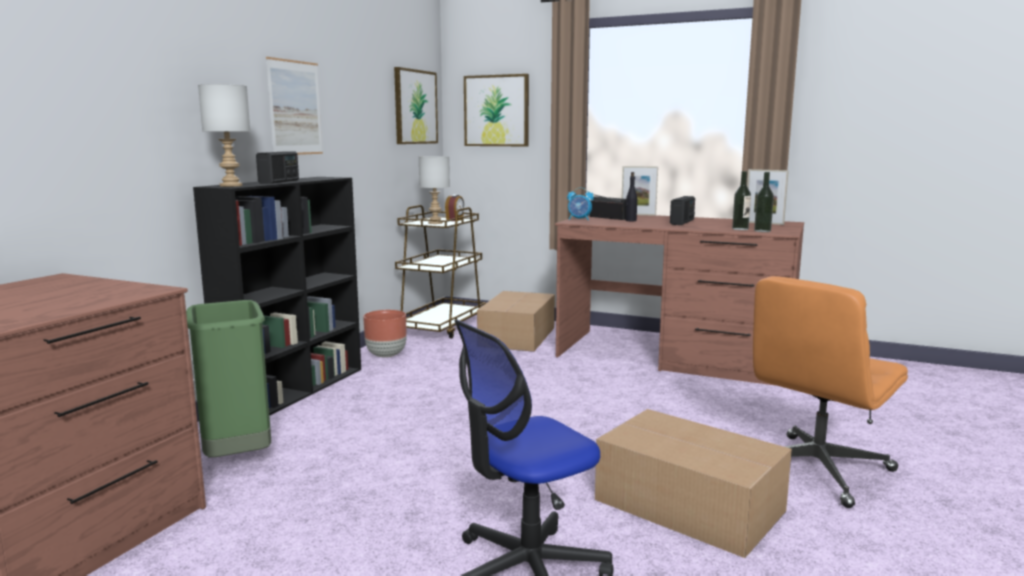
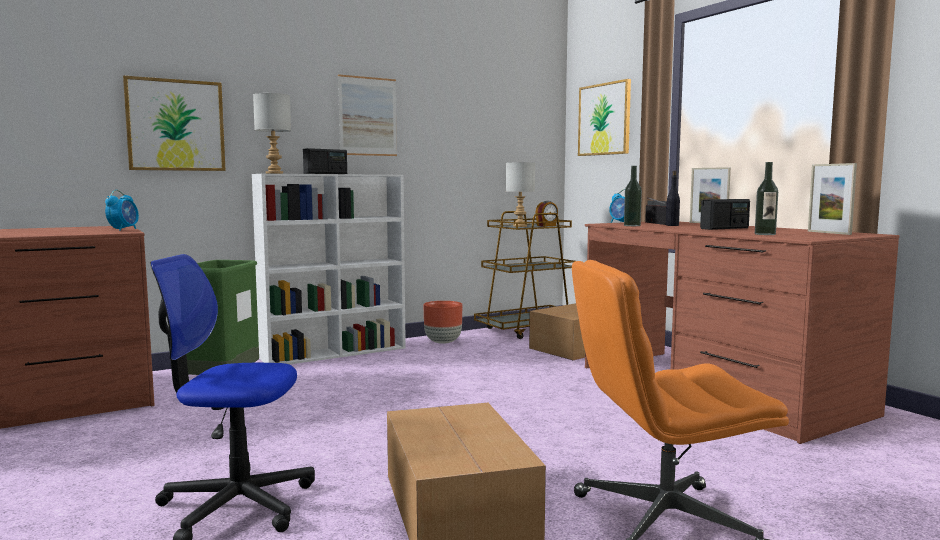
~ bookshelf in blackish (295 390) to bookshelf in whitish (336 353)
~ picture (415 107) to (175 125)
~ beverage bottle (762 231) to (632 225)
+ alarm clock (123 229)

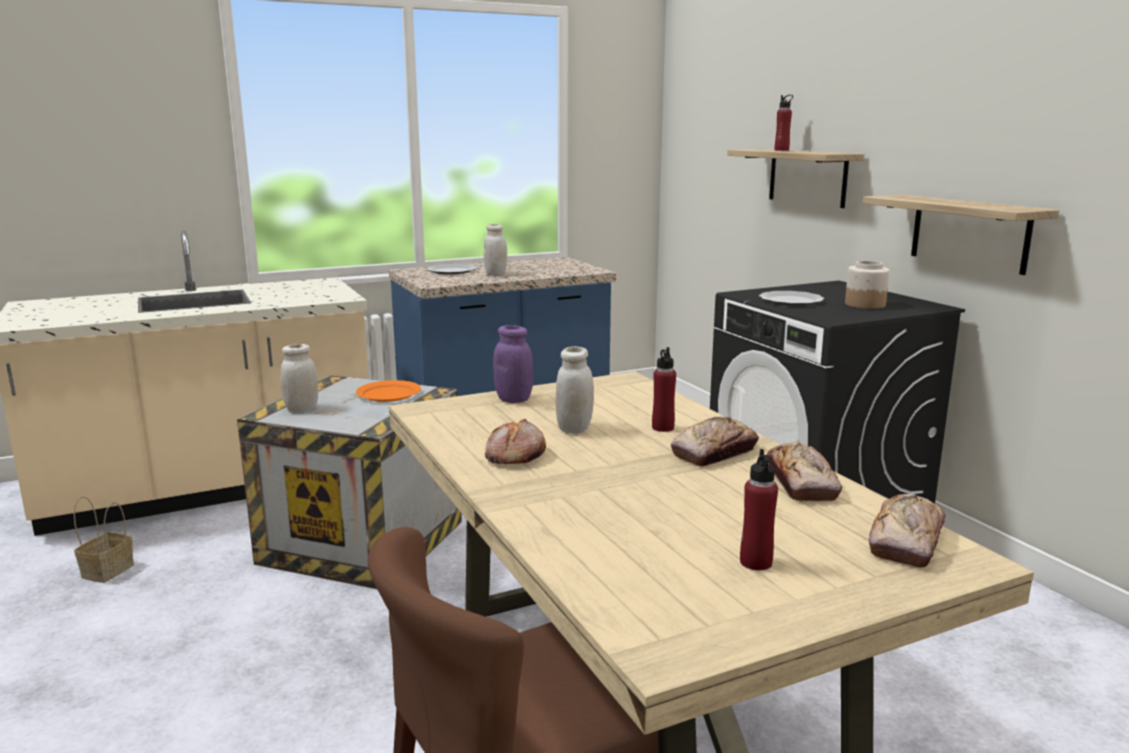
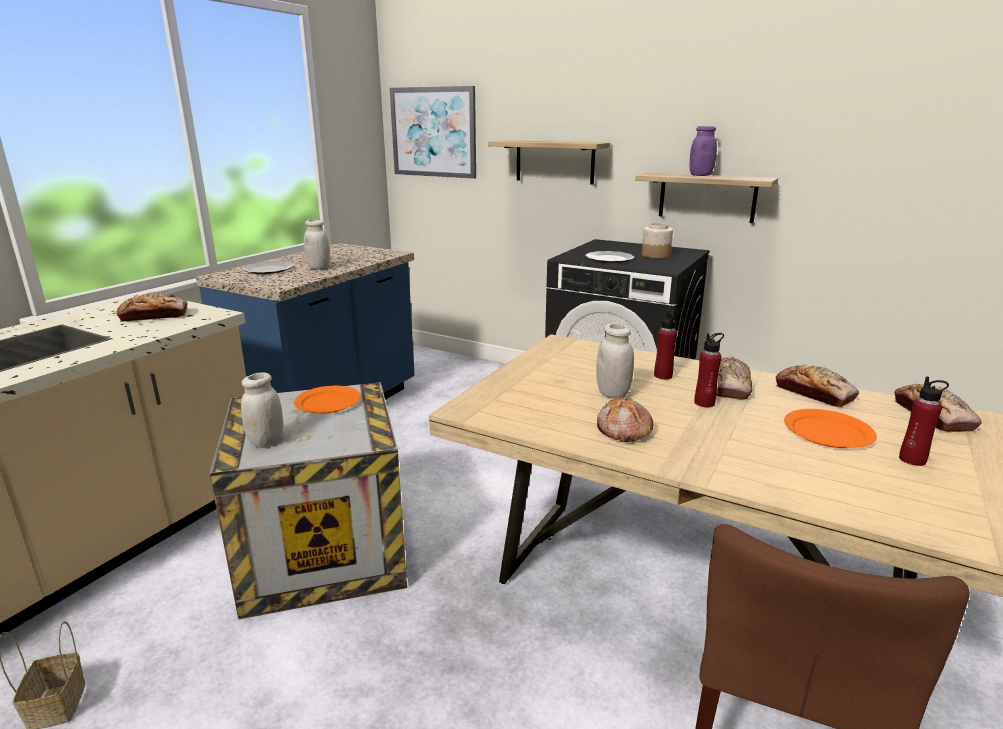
~ preserve jar in purple (513 399) to (700 175)
~ beverage bottle in red (781 150) to (704 403)
+ baked bread (154 316)
+ picture (433 132)
+ plate in orangey (828 432)

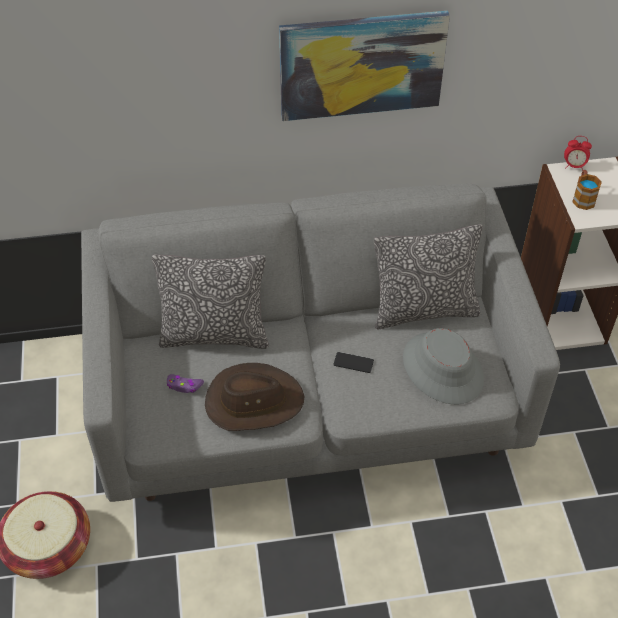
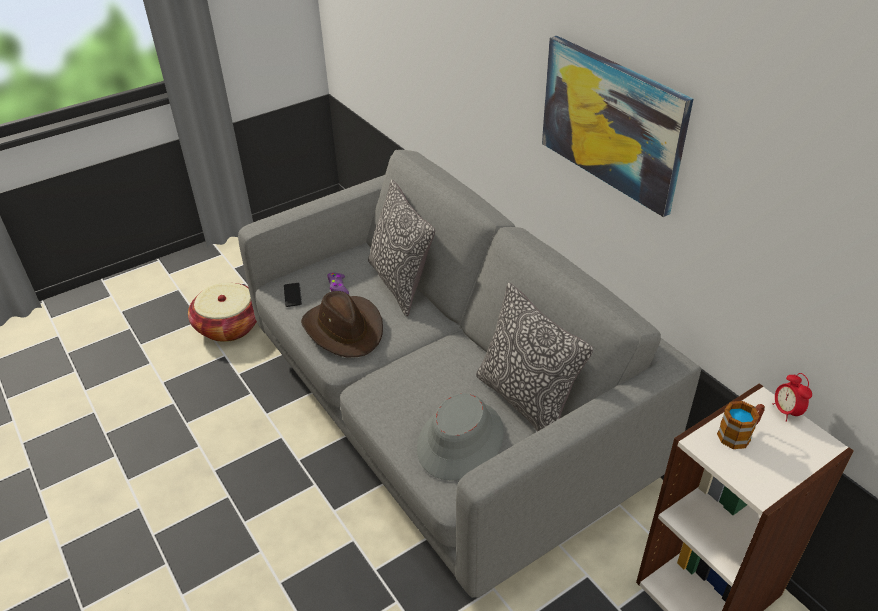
~ phone (353 363) to (292 295)

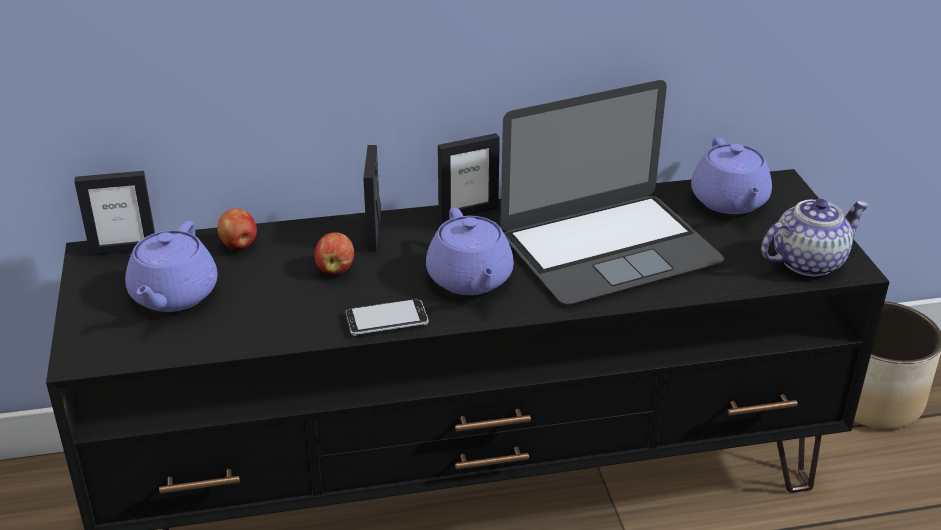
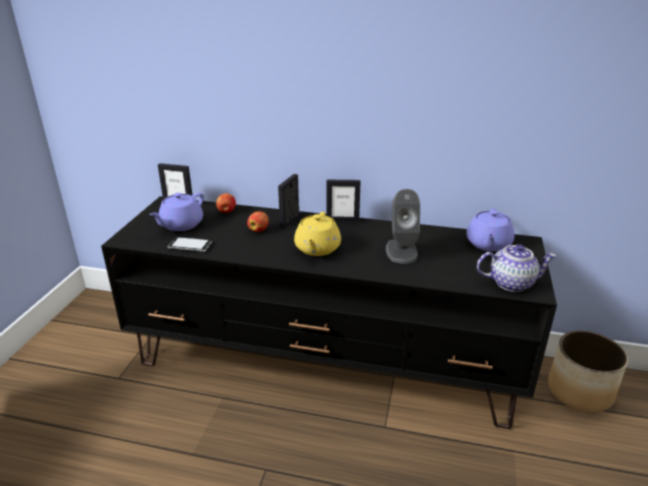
~ phone (386 320) to (190 246)
~ teapot in purple (470 279) to teapot in yellow (317 249)
~ notebook computer (609 248) to speaker in greyish (401 251)

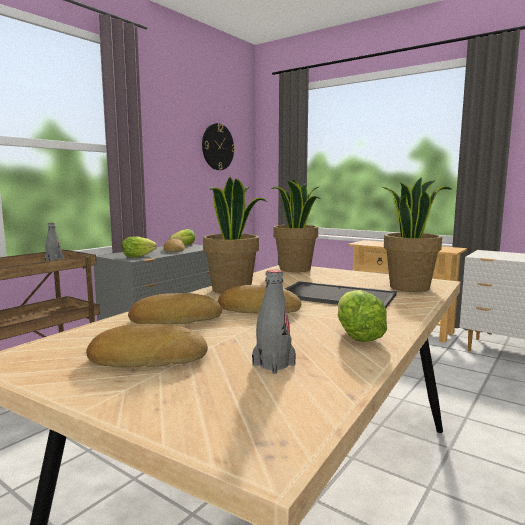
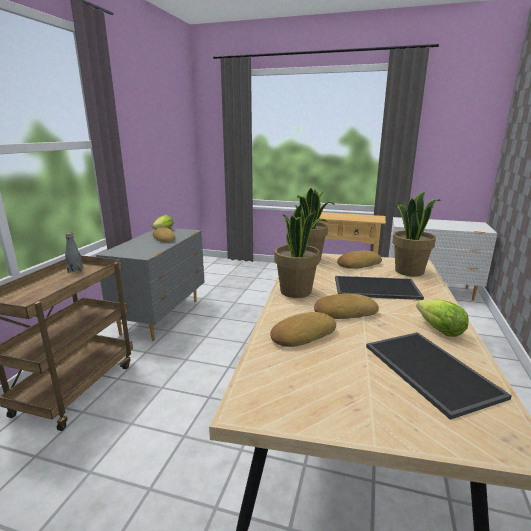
~ baked bread (147 357) to (358 264)
- lettuce head (137 256)
- clock on the wall (217 147)
~ beverage bottle in greyish (273 365) to tray (428 370)

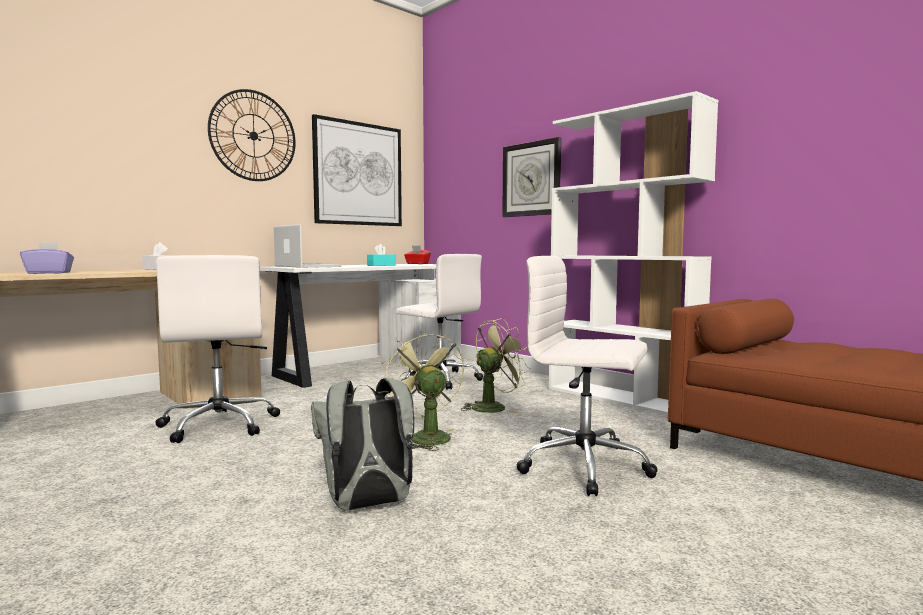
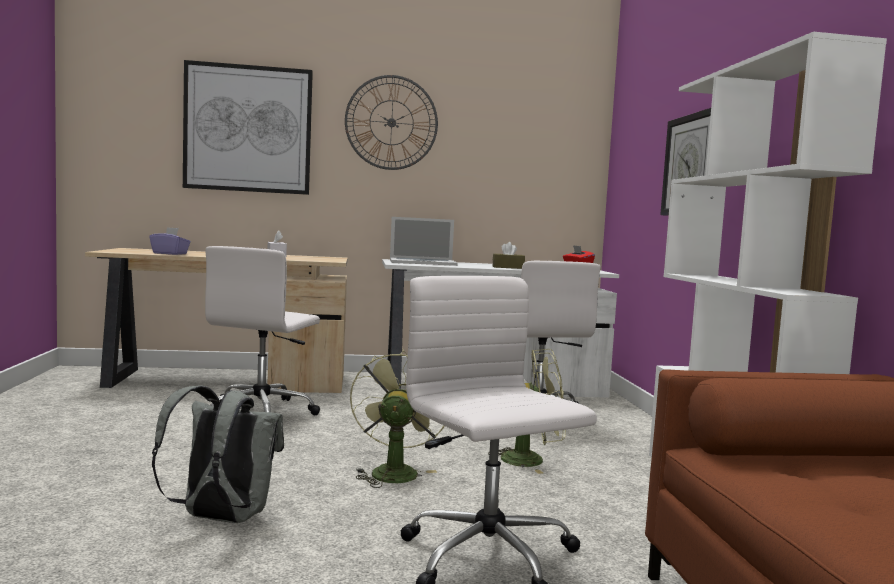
~ notebook computer (306 266) = (422 262) 90 degrees clockwise
~ picture (358 174) to (248 129)
~ tissue box in blue-green (381 265) to tissue box in brown (508 267)

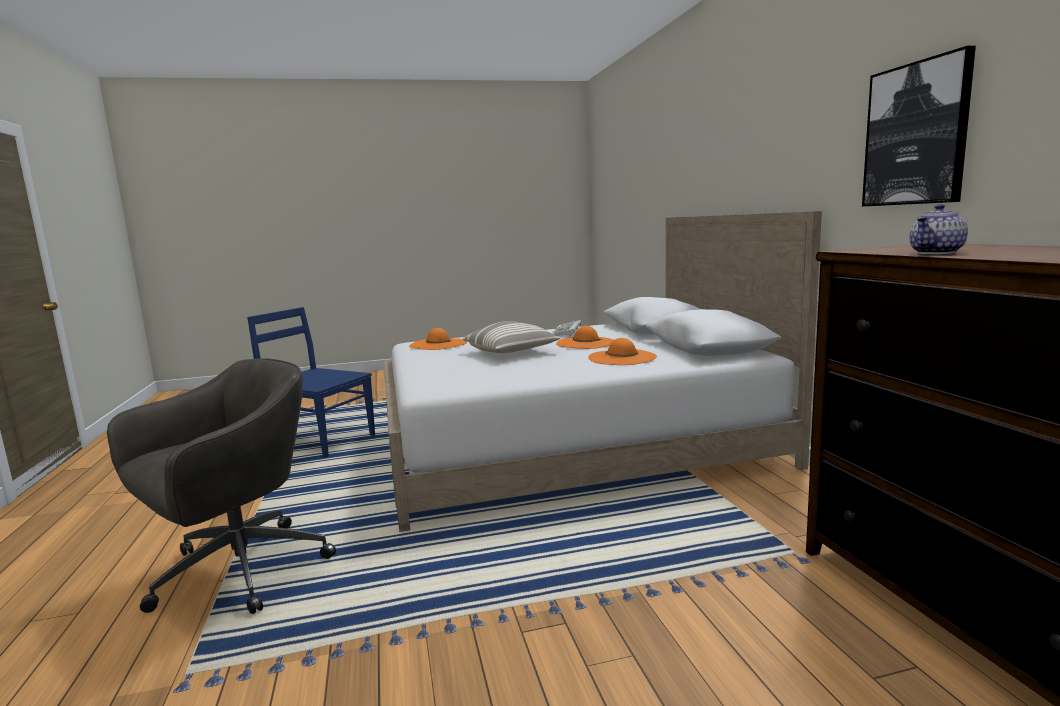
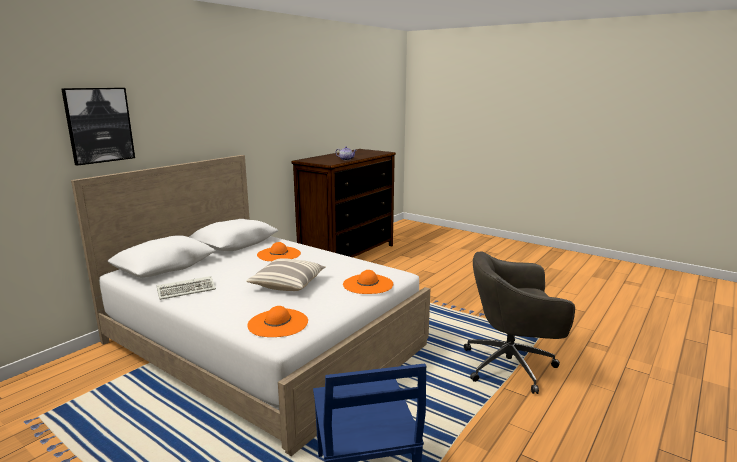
~ wearable hat in orangey (586 343) to (368 284)
~ picture (916 134) to (99 125)

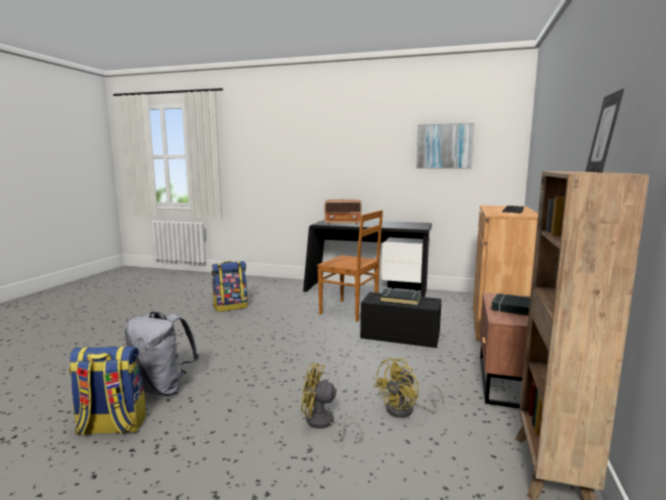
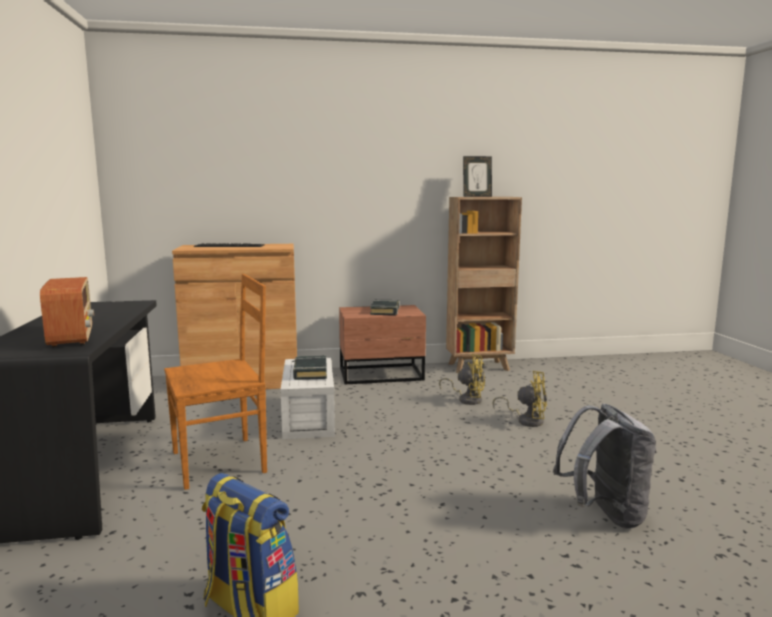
- knapsack (111 427)
~ cooling fan in yellow (323 424) = (526 420) 60 degrees counterclockwise
~ plain chair in brown (350 311) = (222 461) 60 degrees clockwise
~ storage container in blackish (399 336) to storage container in whitish (310 418)
- picture (444 146)

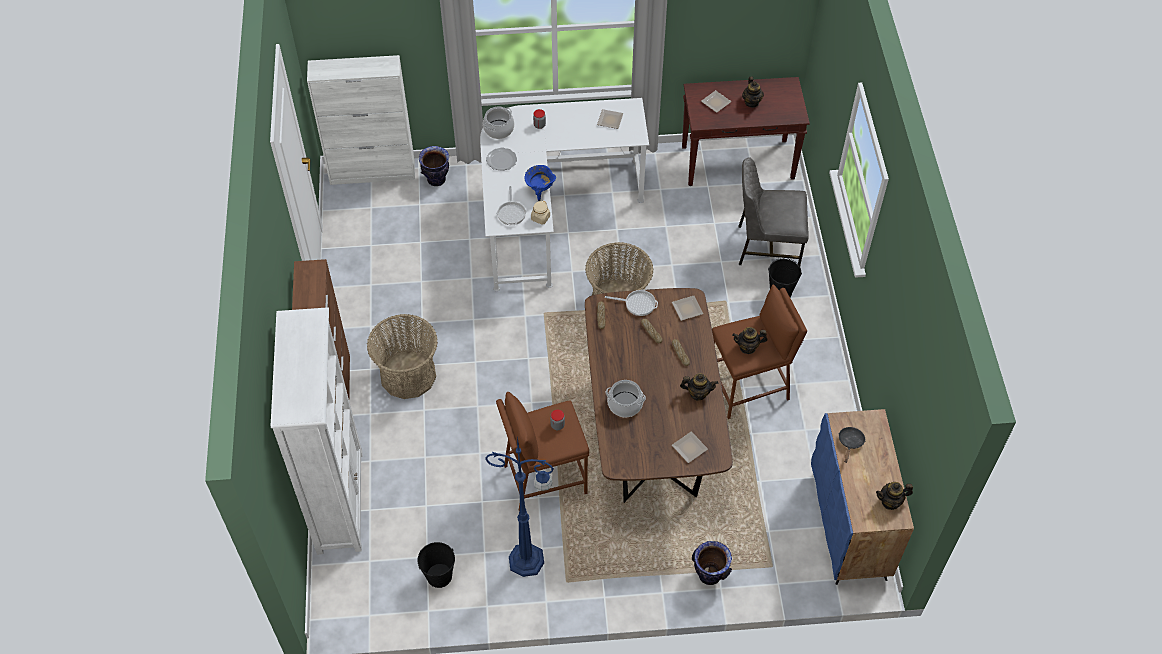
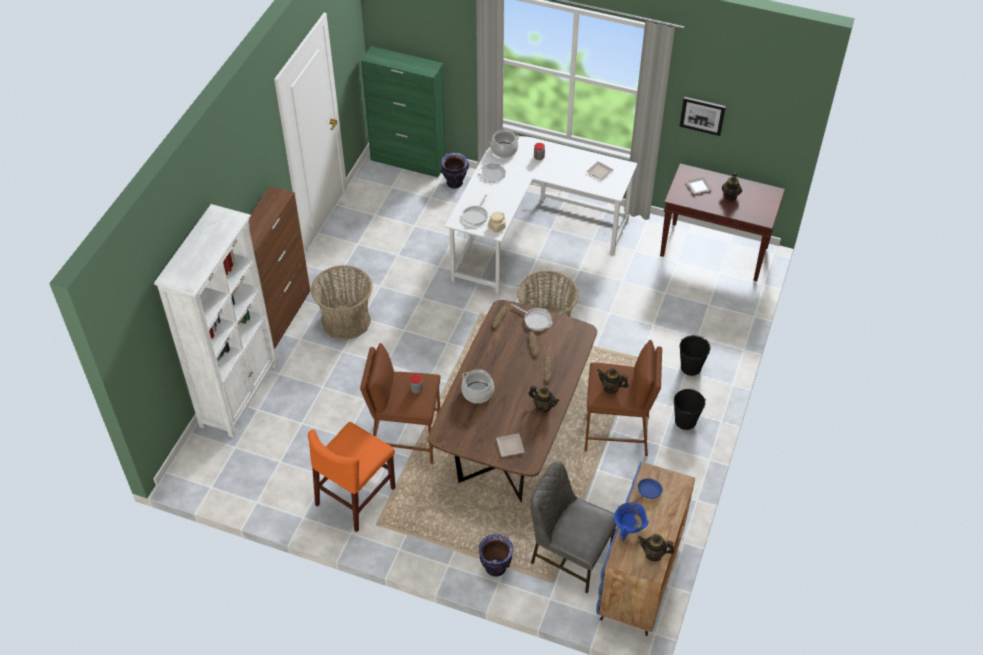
~ cabinet in whitish (373 172) to cabinet in green-coloured (408 161)
~ water bucket in blackish (439 576) to (685 421)
~ floor lamp in blue-coloured (528 560) to plain chair in orangey (355 496)
~ stockpot in blue-coloured (540 190) to (629 529)
- plate (687 308)
~ plain chair in greyish (767 246) to (570 555)
~ skillet in blackish (850 443) to skillet in blue-coloured (647 493)
+ picture (702 115)

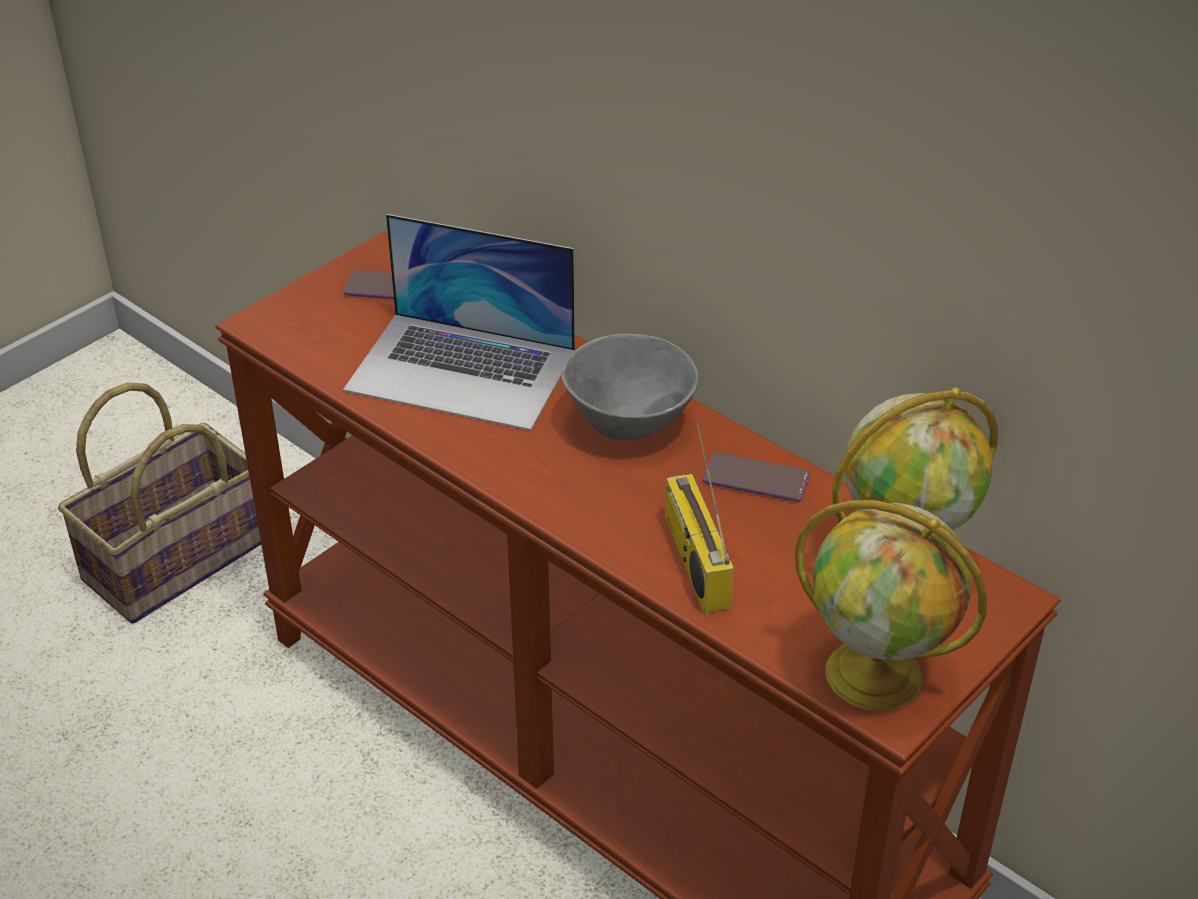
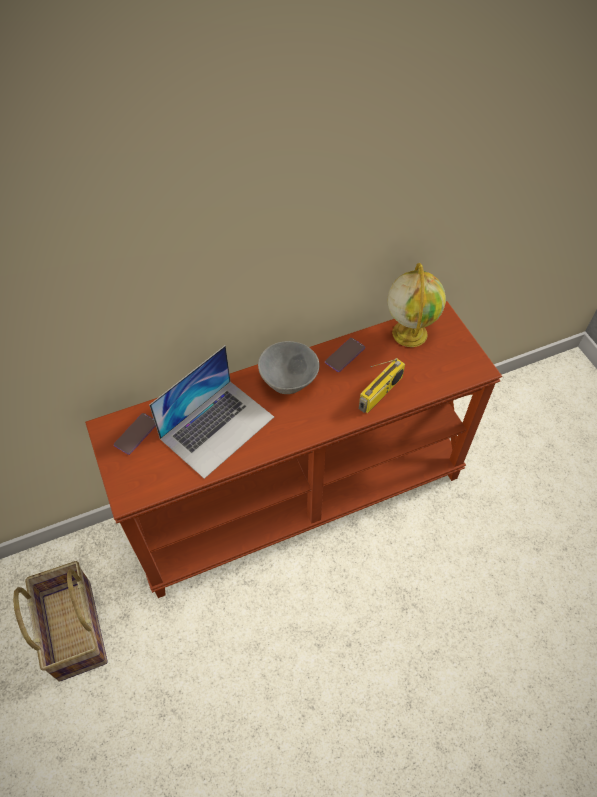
~ radio set (693 560) = (380 393) 60 degrees counterclockwise
- globe (877 675)

